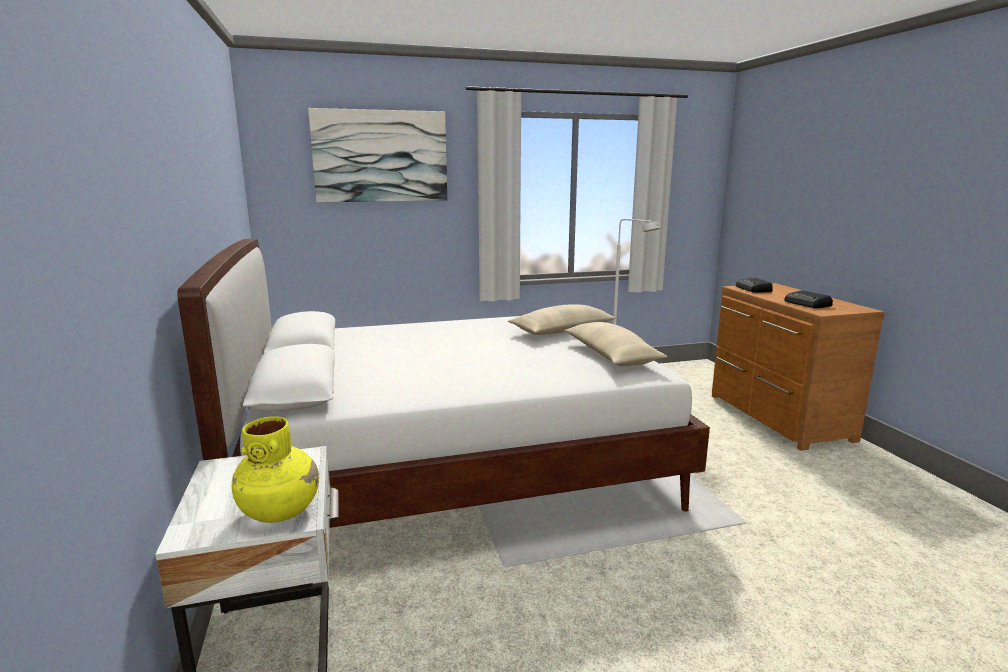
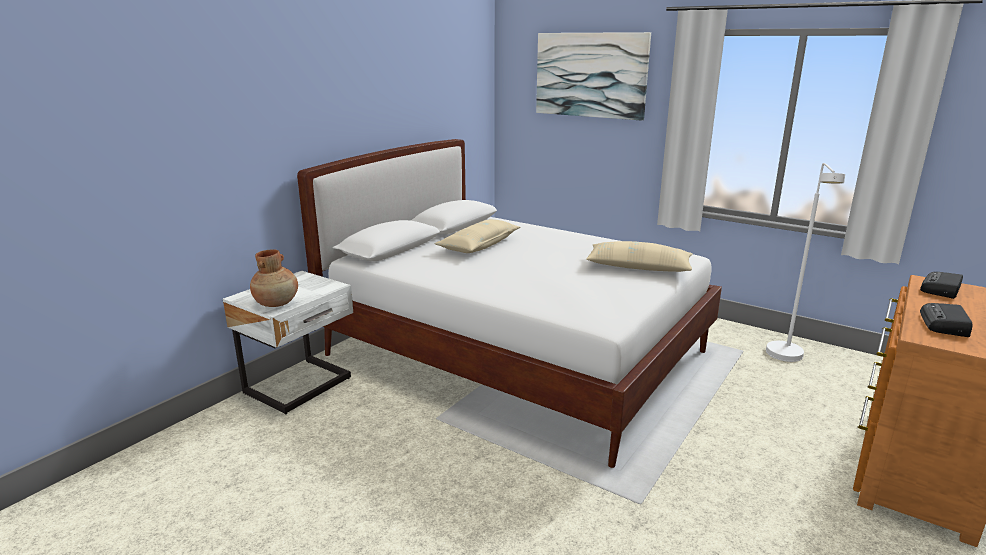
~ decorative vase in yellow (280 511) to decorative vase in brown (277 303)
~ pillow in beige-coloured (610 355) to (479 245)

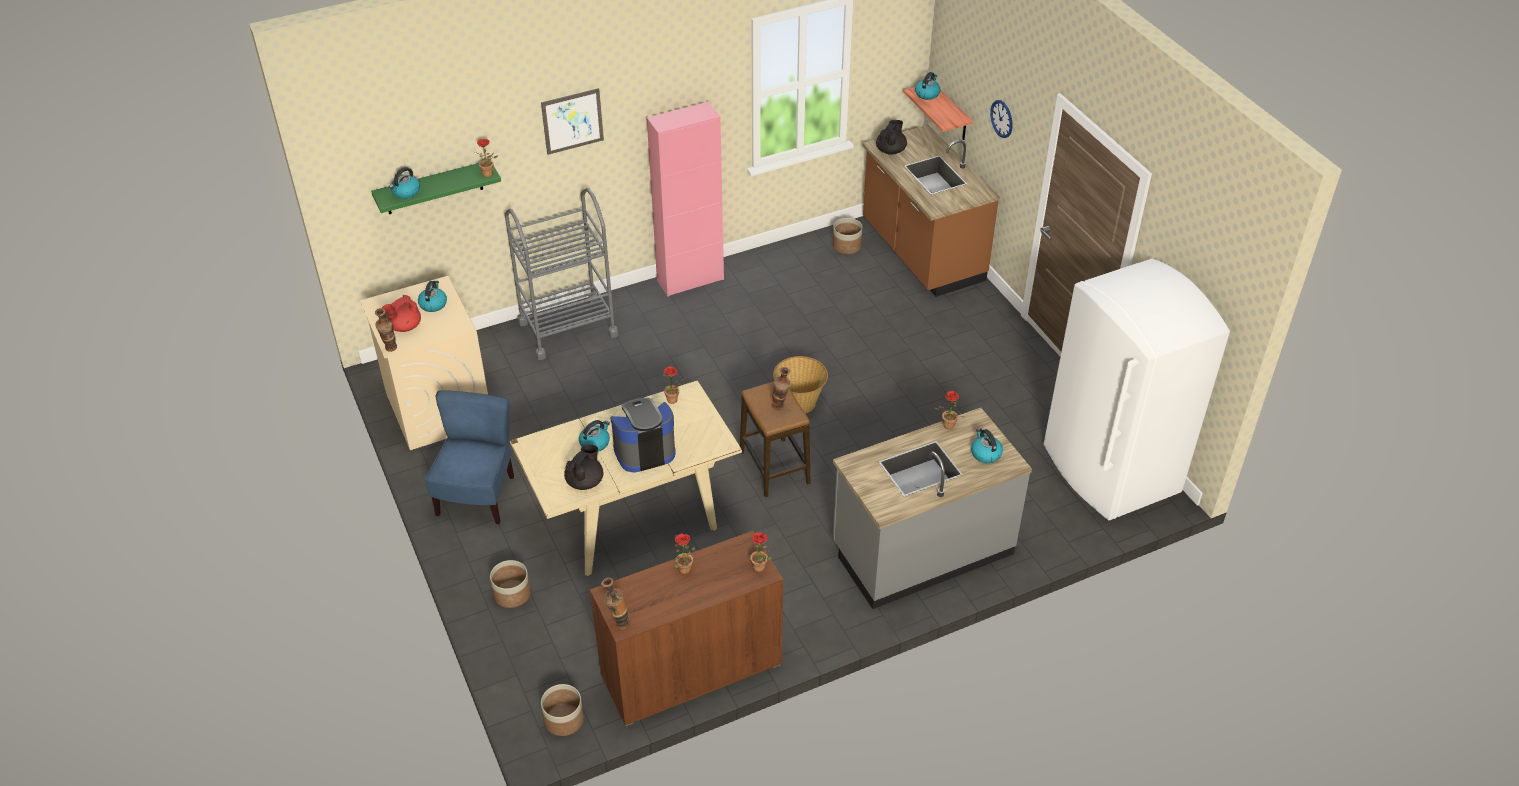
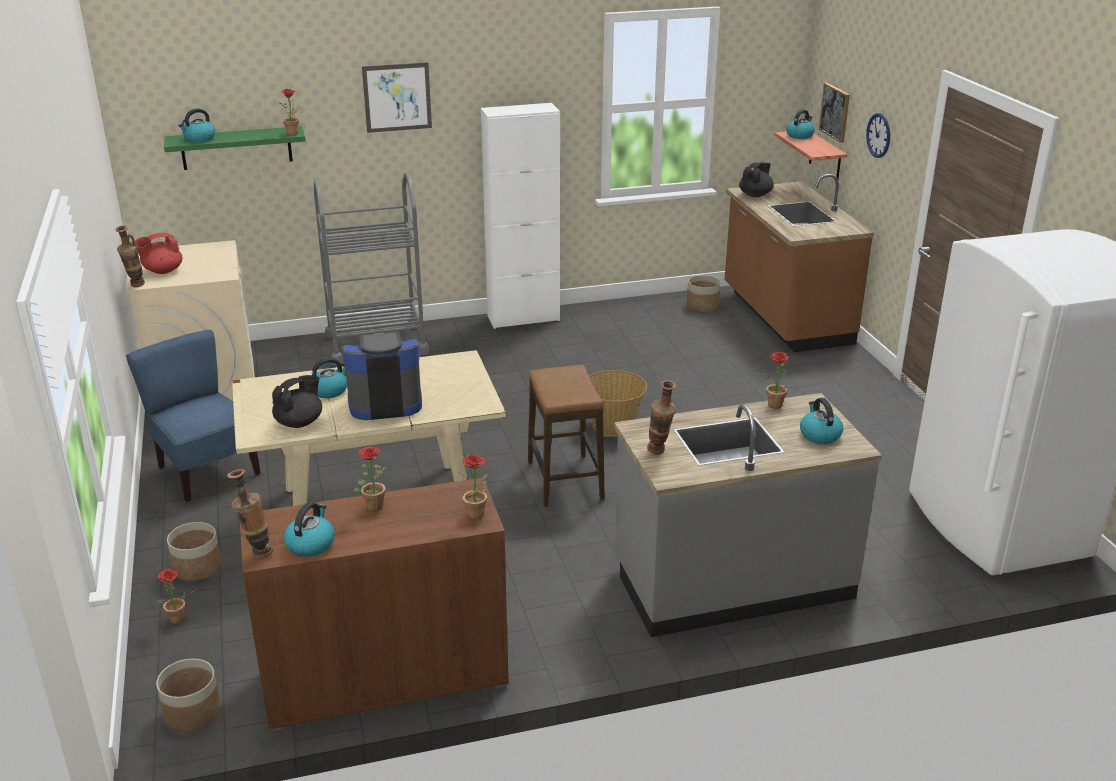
~ kettle (433 304) to (310 544)
~ plain chair in blue-coloured (477 496) = (207 472) 60 degrees counterclockwise
~ cabinet in pinkish (690 280) to cabinet in whitish (523 318)
~ houseplant (672 401) to (176 621)
~ decorative vase (780 408) to (659 453)
+ picture (835 112)

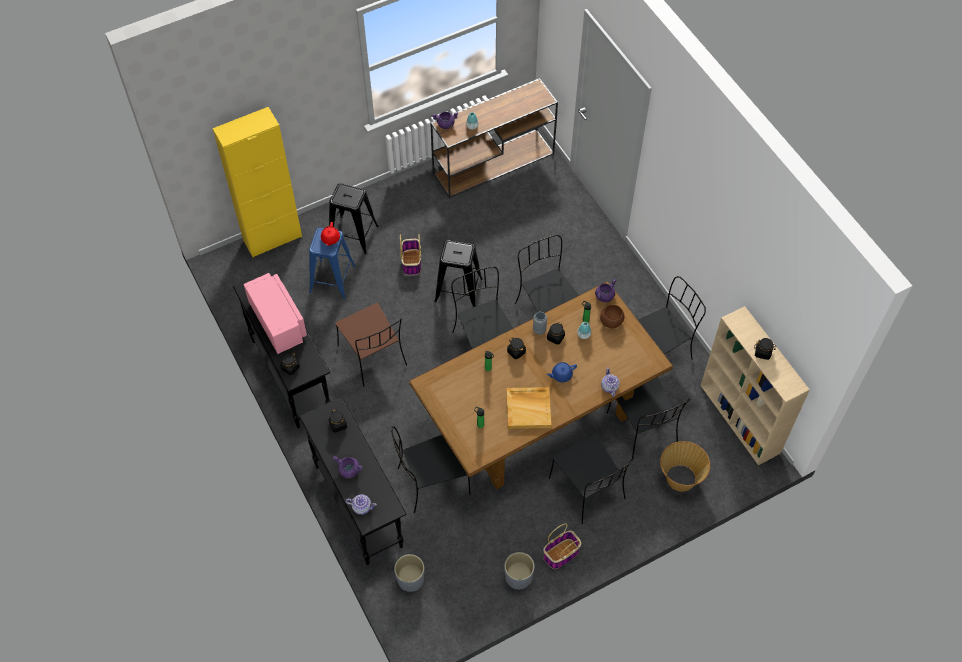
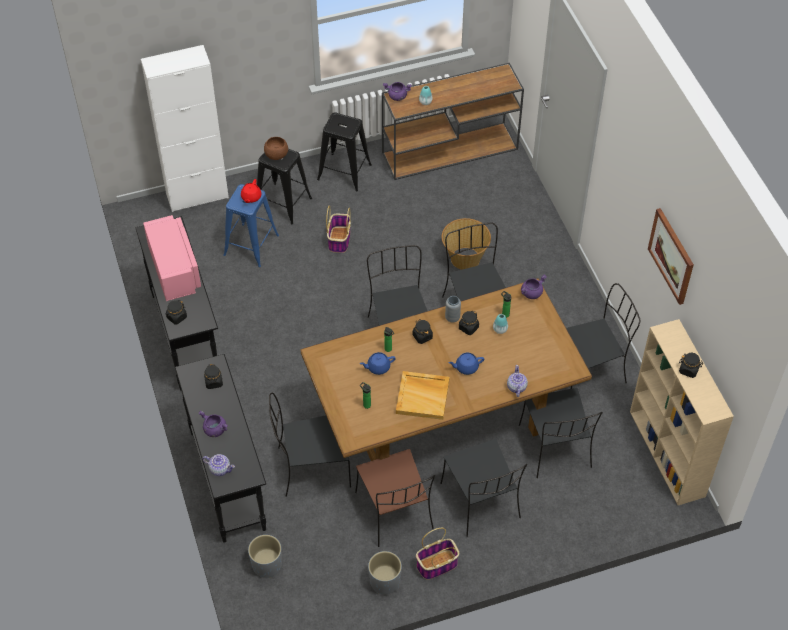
~ cabinet in yellow (272 238) to cabinet in whitish (197 195)
~ plain chair in brown (373 357) to (395 512)
~ sitting stool in blackish (458 290) to (344 172)
~ bowl in brown (611 321) to (277 155)
~ basket (680 478) to (464 259)
+ teapot in blue-coloured (378 367)
+ picture (672 256)

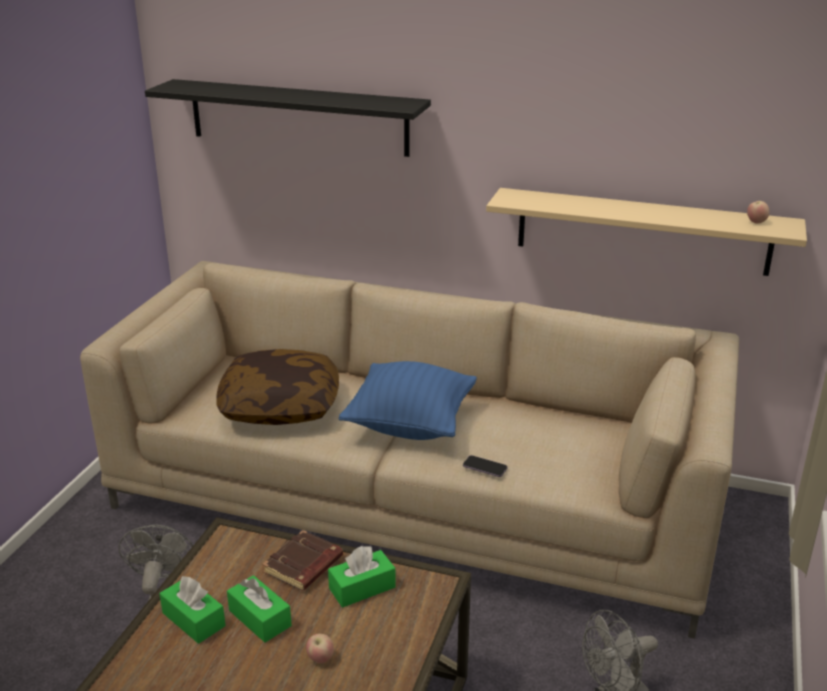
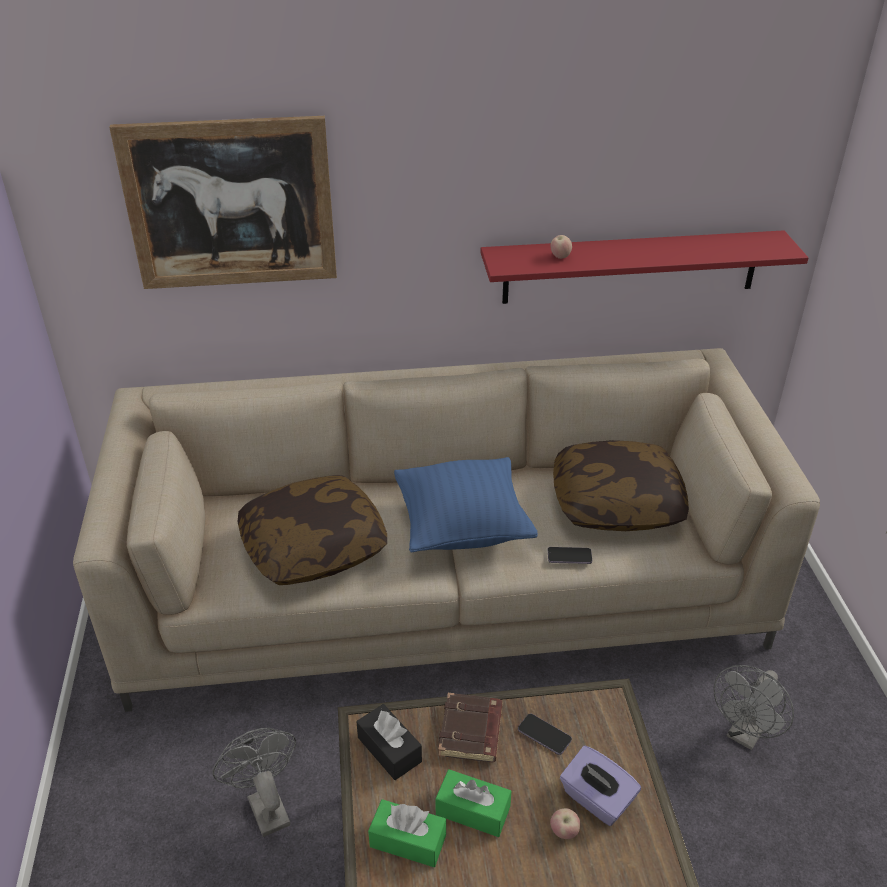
~ wall shelf in blackish (298 117) to picture (230 204)
~ tissue box in green-coloured (362 588) to phone (544 735)
~ wall shelf in beige-coloured (642 231) to wall shelf in red (631 267)
~ apple fruit (756 222) to (560 257)
+ tissue box in blackish (389 749)
+ pillow (616 504)
+ tissue box in purple (596 799)

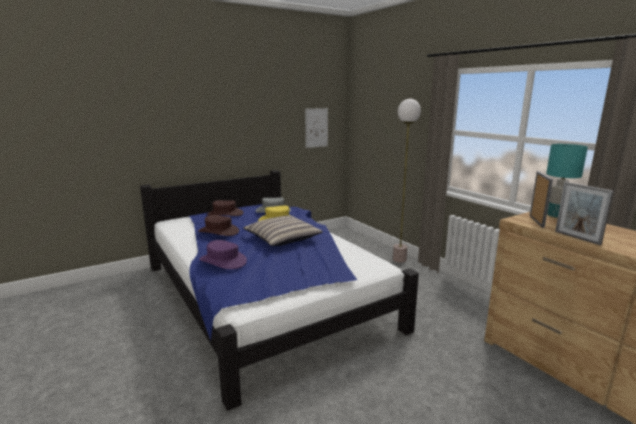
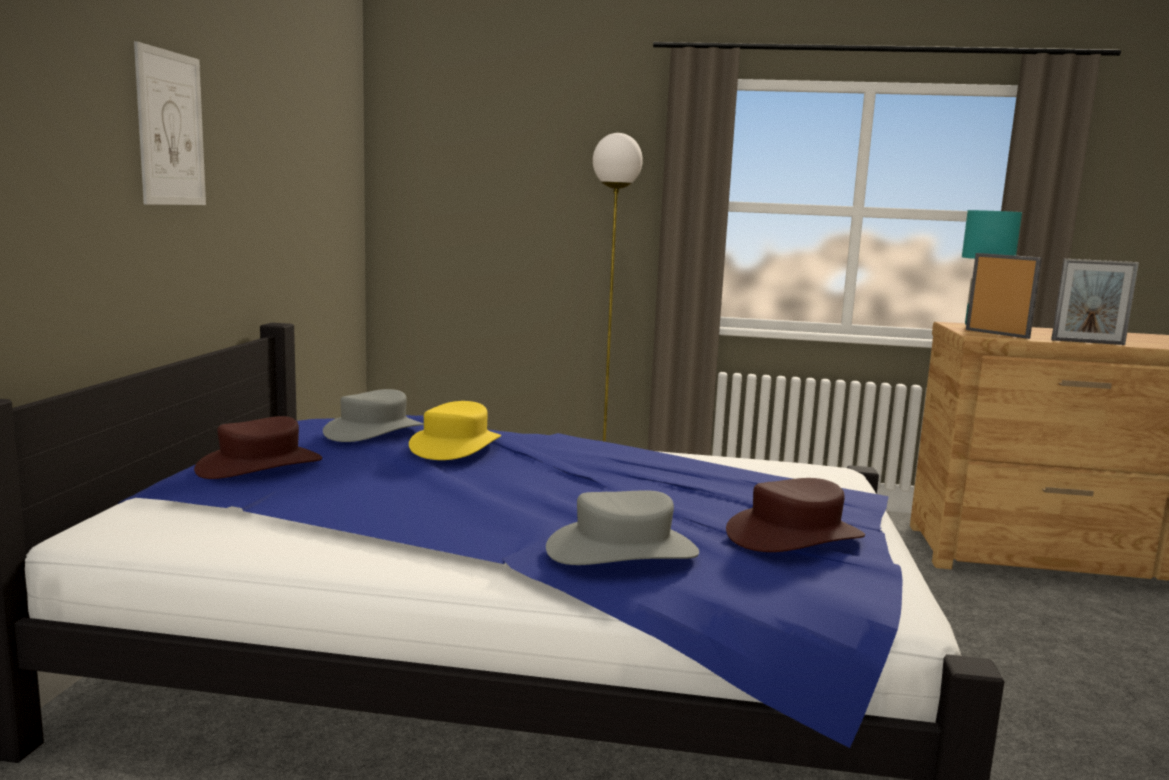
~ wearable hat in brown (218 231) to (794 535)
~ wearable hat in purple (223 261) to wearable hat in greyish (622 550)
- pillow (282 238)
~ picture (316 127) to (171 129)

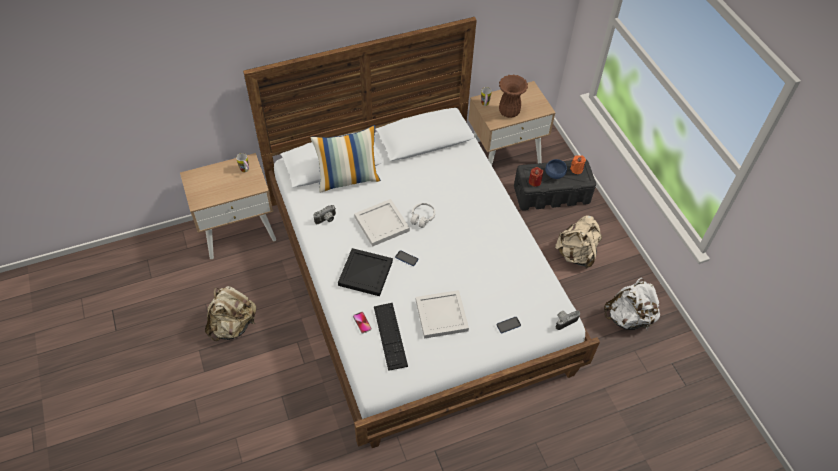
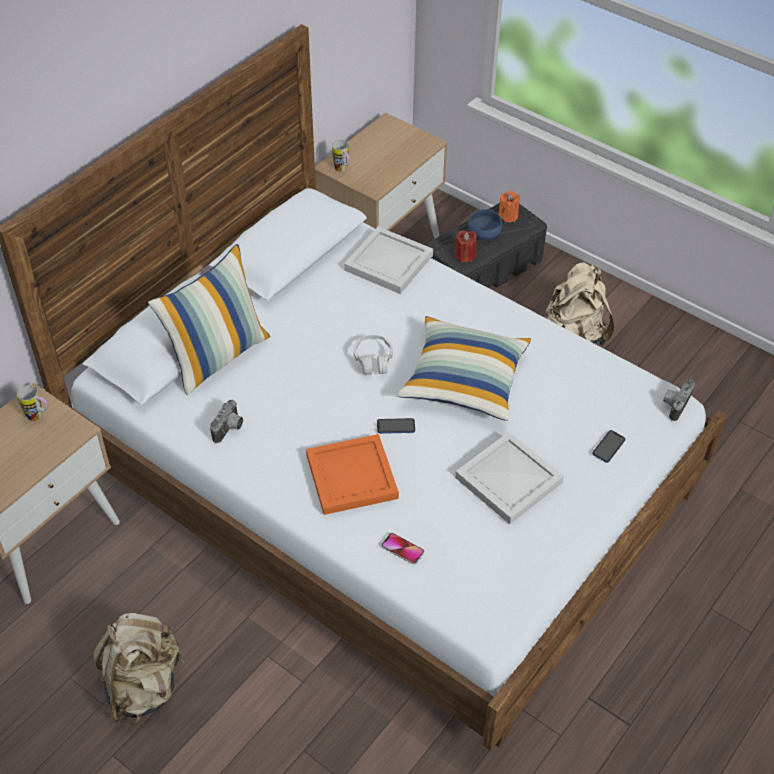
~ tray in blackish (366 274) to tray in orangey (353 477)
~ tray in whitish (382 224) to (390 262)
- PC keyboard (390 336)
- decorative vase in brown (509 112)
- knapsack in whitish (628 318)
+ pillow (464 380)

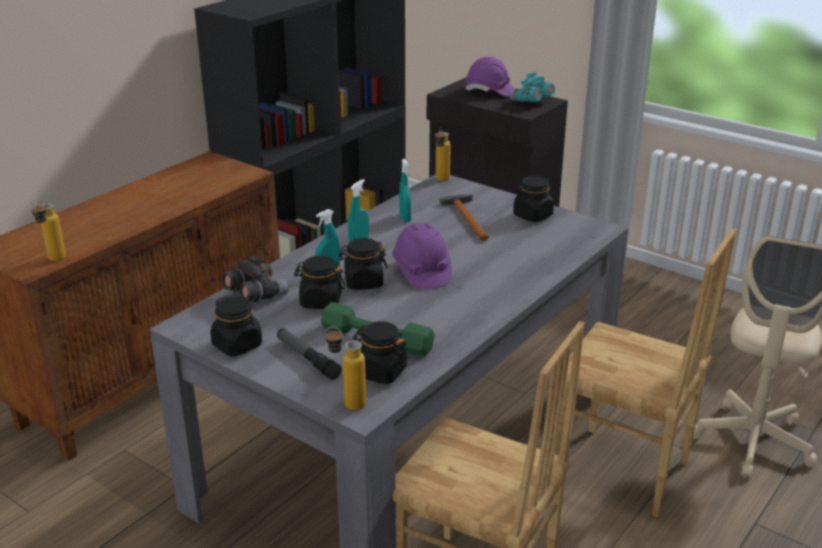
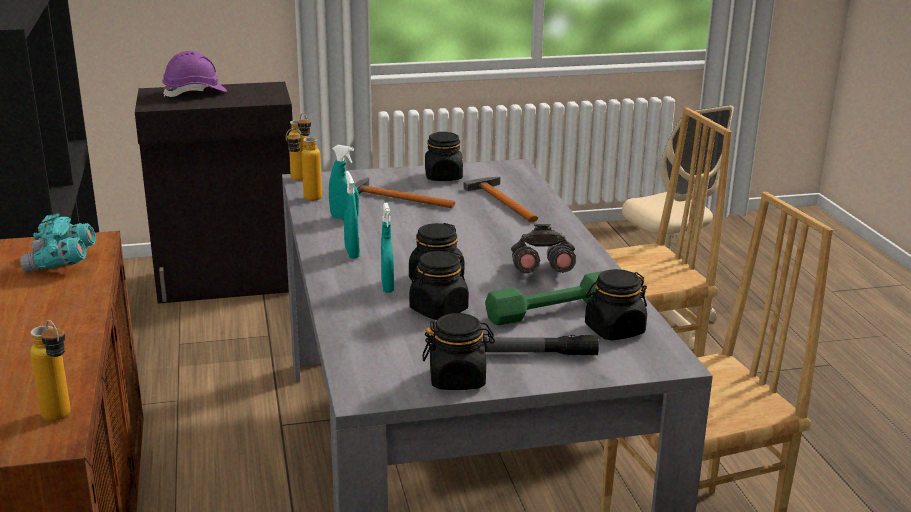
~ field glasses in greyish (255 296) to (540 272)
~ beverage bottle (347 402) to (305 199)
- safety helmet in purple (421 272)
~ field glasses in blue-green (531 102) to (61 264)
+ tool hammer (502 201)

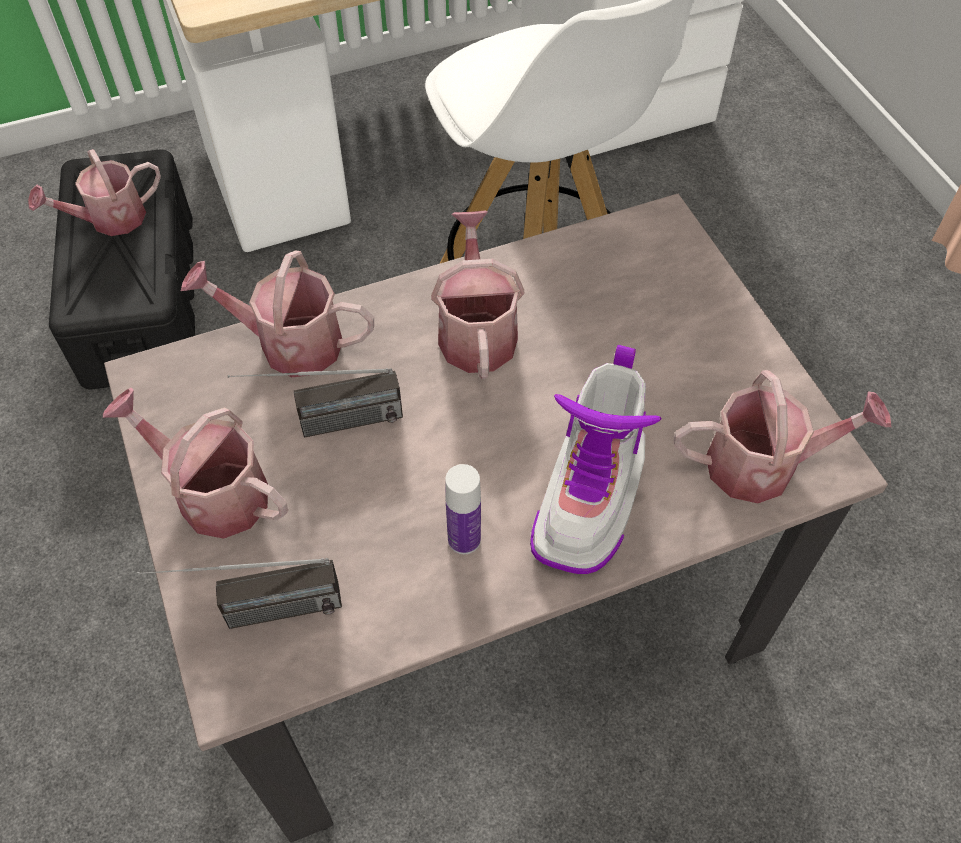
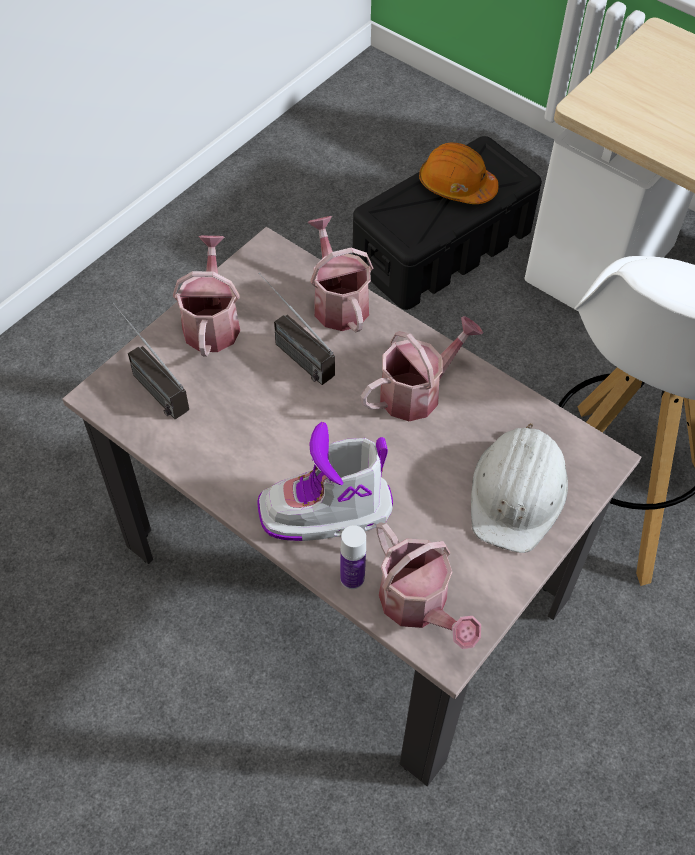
~ sprinkling can (109 220) to safety helmet in orangey (456 186)
~ beverage bottle (464 539) to (352 578)
+ safety helmet in whitish (518 492)

